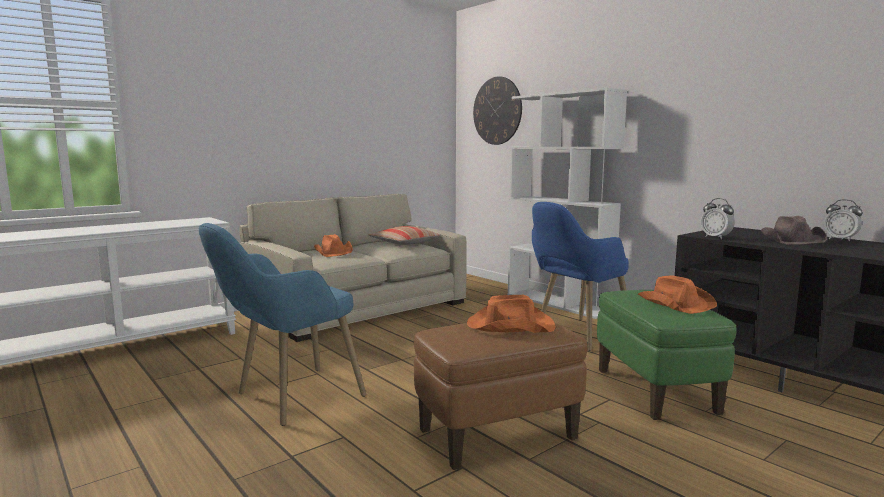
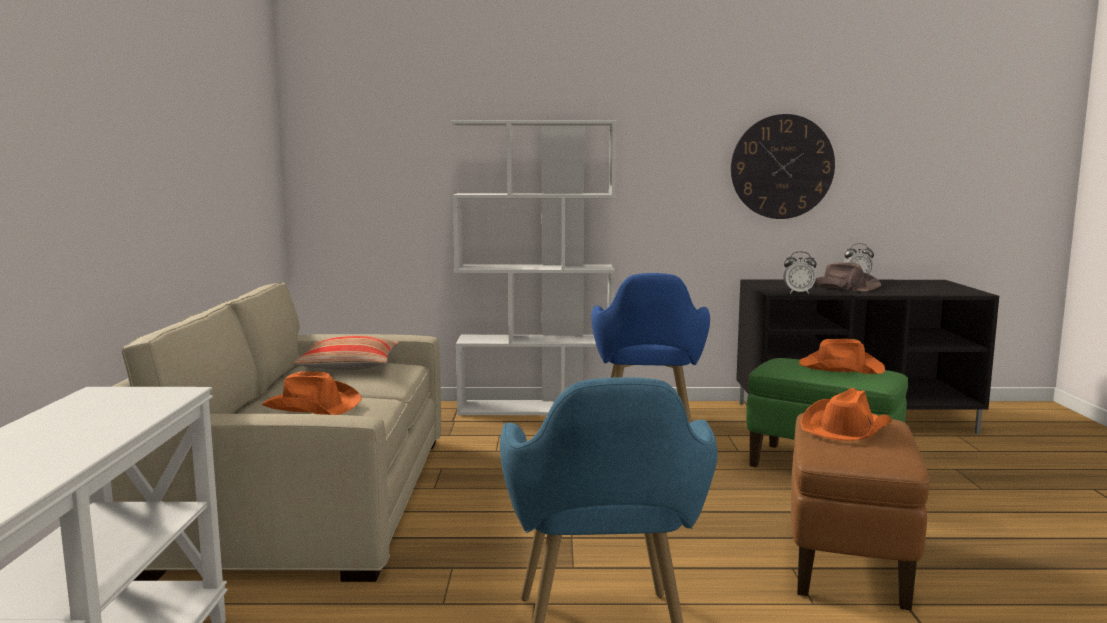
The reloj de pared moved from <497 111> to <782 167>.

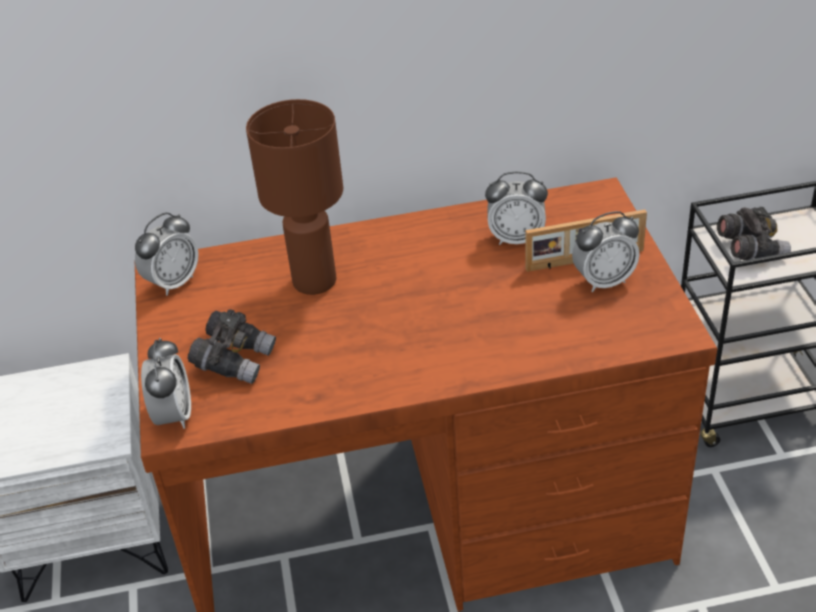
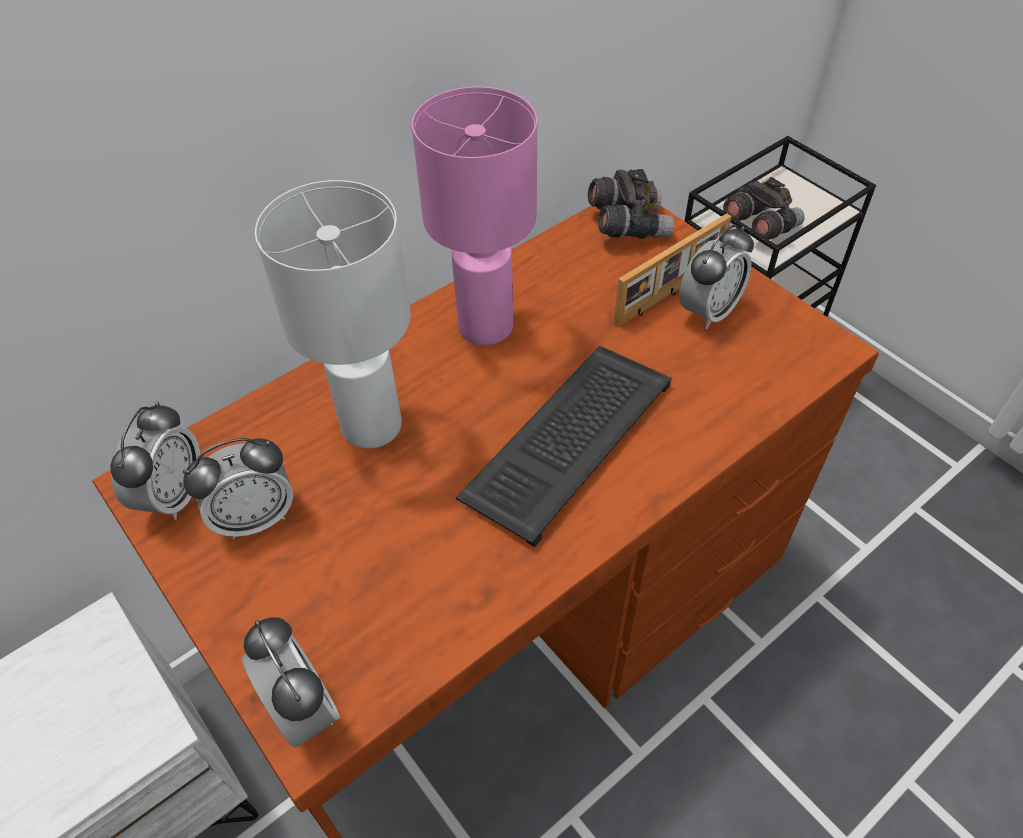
The lámpara de mesa/marrón at <315 282> became the lámpara de mesa/blanco at <373 426>. The despertador moved from <516 238> to <255 517>. The prismáticos/gris moved from <235 360> to <627 225>. The lámpara de mesa/rosa at <484 327> appeared. The teclado at <568 438> appeared.

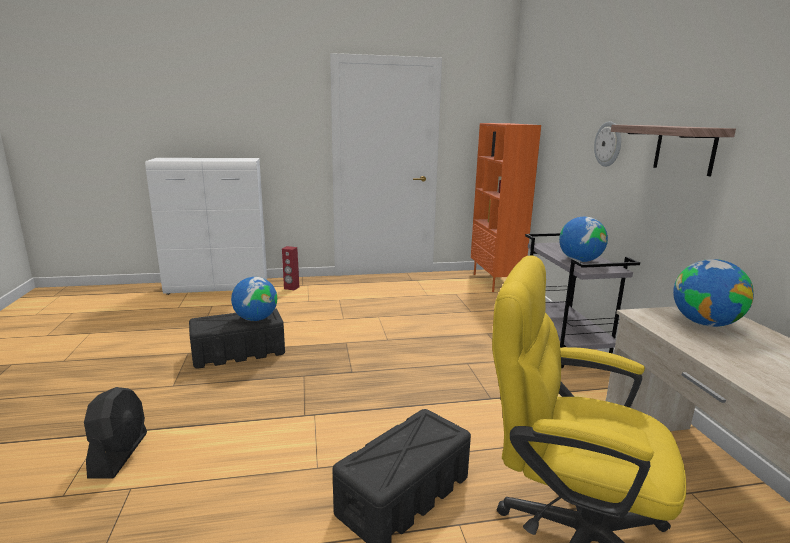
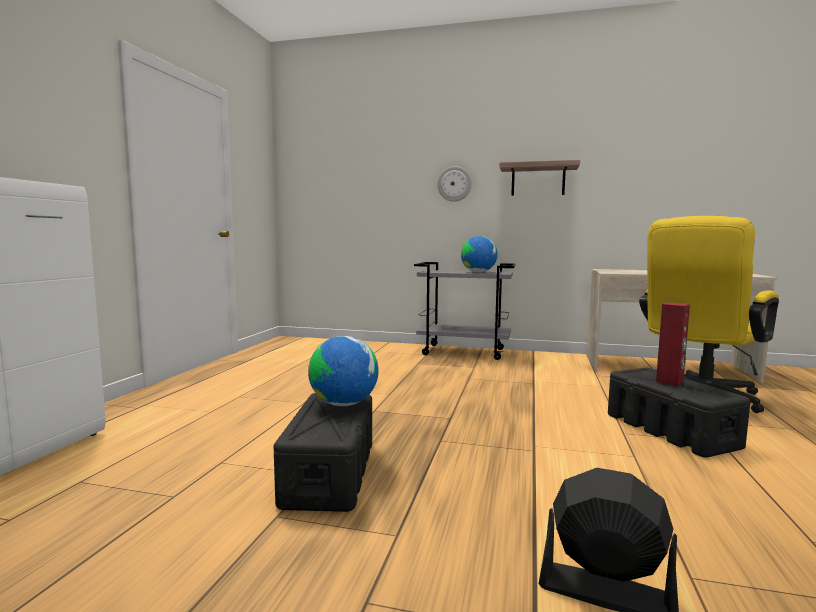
The estantería/naranja at <495 282> disappeared. The altavoz/rojo moved from <291 288> to <670 381>. The globo terráqueo at <704 323> disappeared.

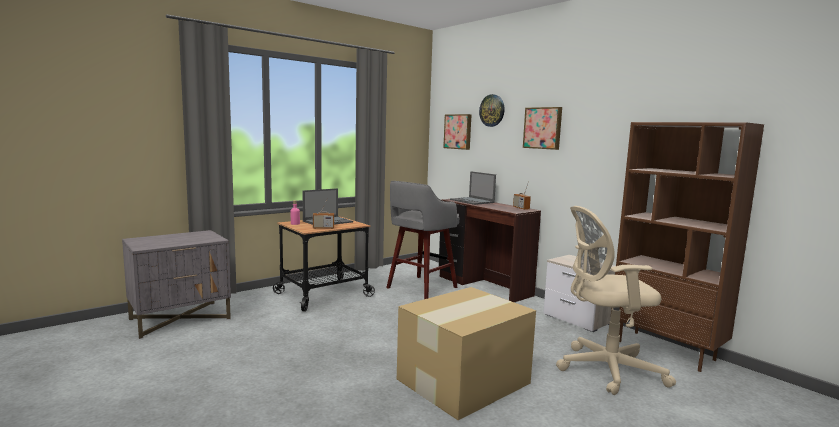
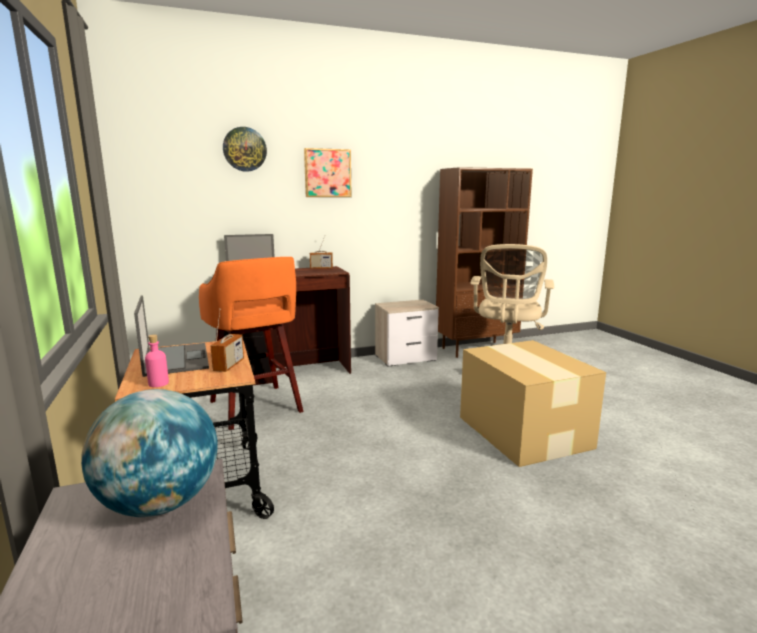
The cuadro at <458 131> disappeared. The taburete/gris at <420 288> became the taburete/naranja at <256 408>. The globo terráqueo at <159 504> appeared.

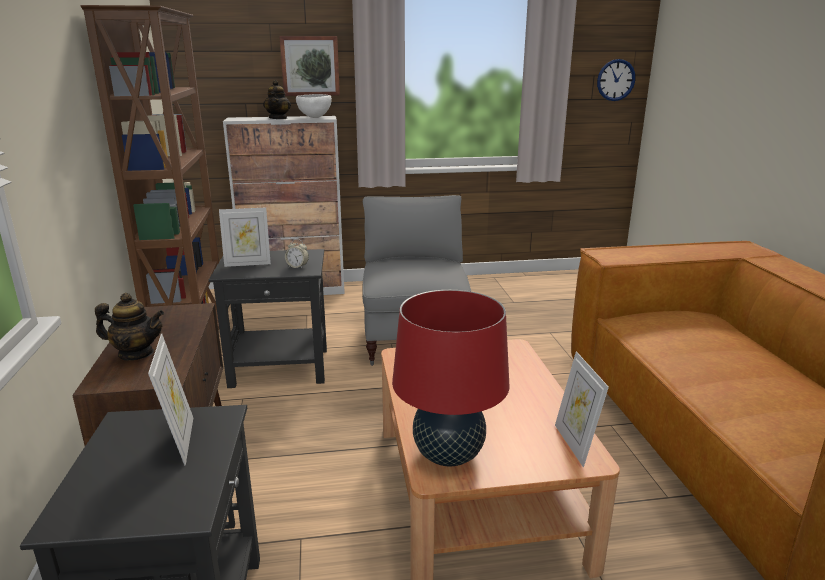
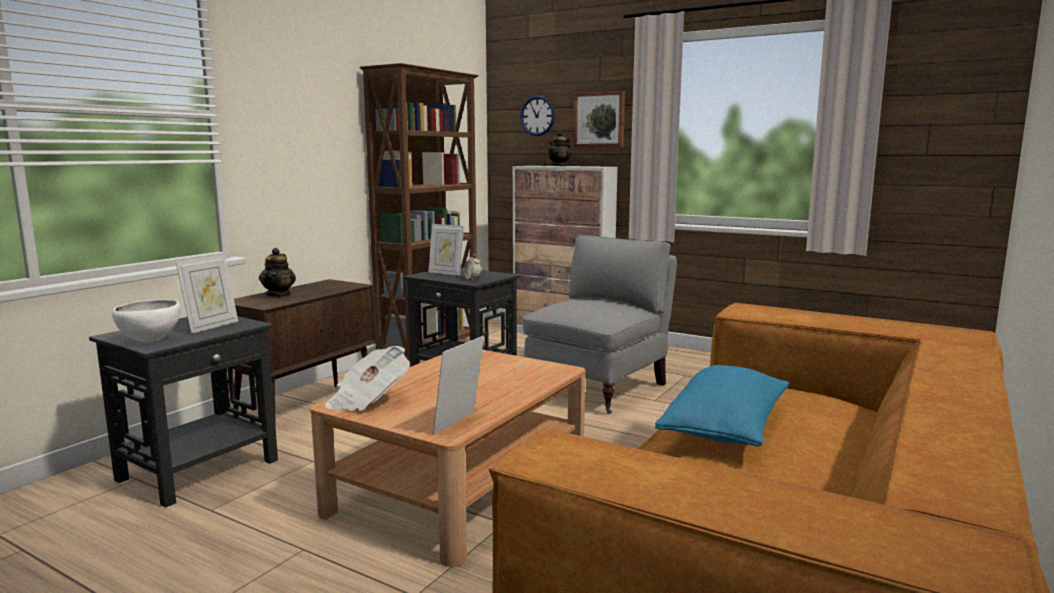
The reloj de pared moved from <616 80> to <537 116>. The cuenco/blanco moved from <314 118> to <150 341>. The lámpara de mesa/rojo at <448 455> was replaced by the periódico at <368 400>. The tetera at <136 354> turned 45 degrees clockwise. The cojín/azul at <725 428> appeared.

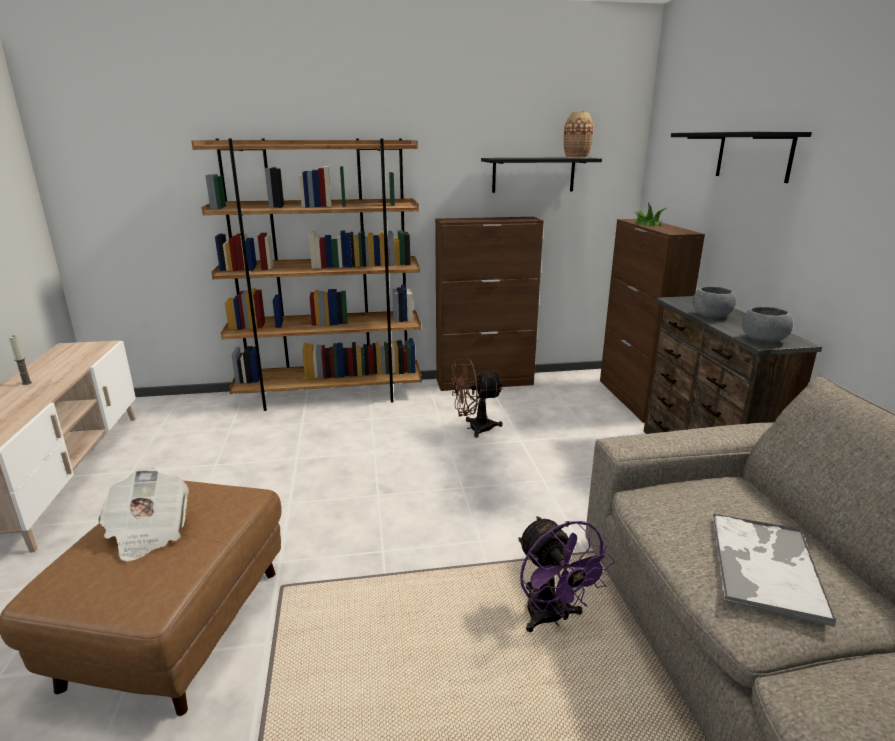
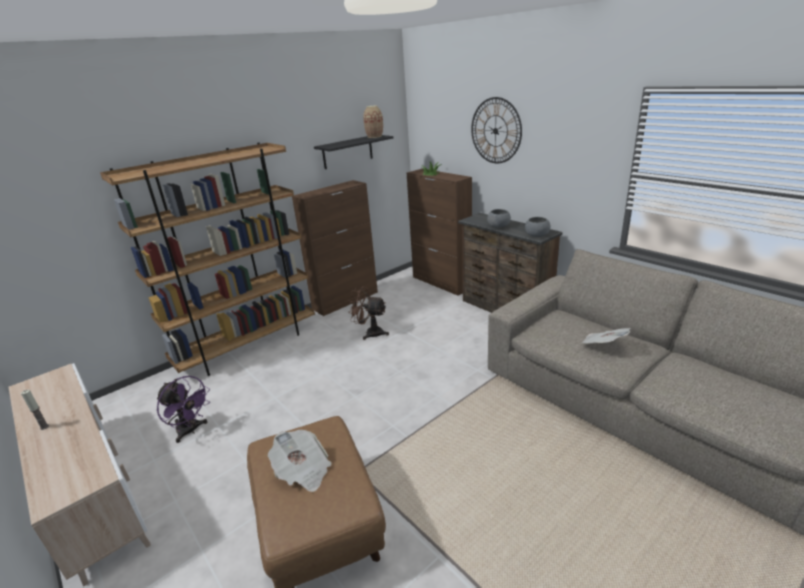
The estante/negro at <753 156> was replaced by the reloj de pared at <495 131>. The ventilador/marrón at <474 428> turned 60 degrees clockwise. The bandeja at <764 565> was replaced by the periódico at <603 346>. The ventilador/morado moved from <551 618> to <191 431>.

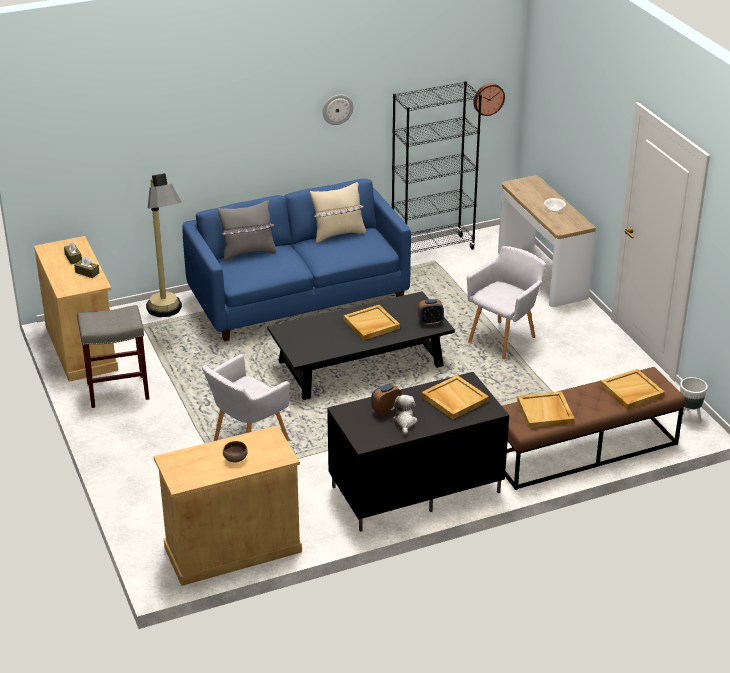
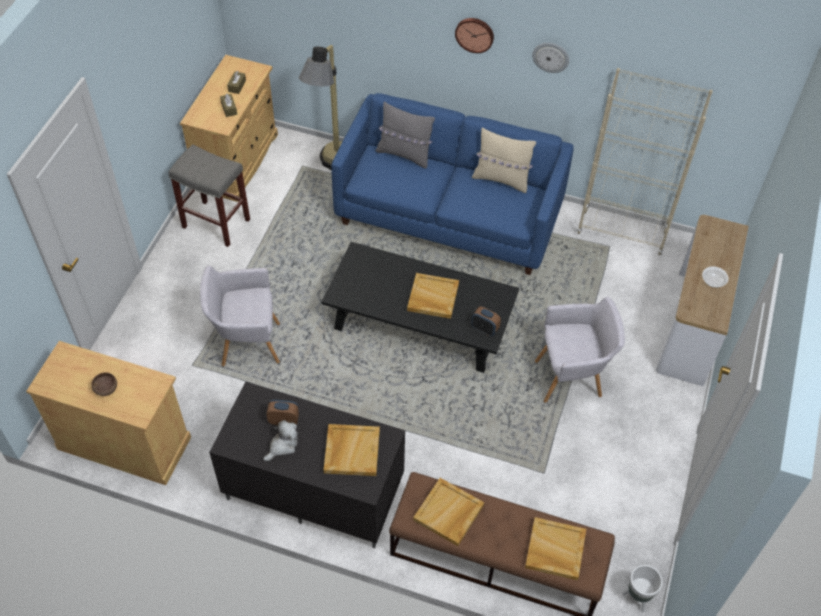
The estantería/negro at <432 250> became the estantería/beis at <622 232>. The reloj de pared moved from <488 98> to <475 34>.

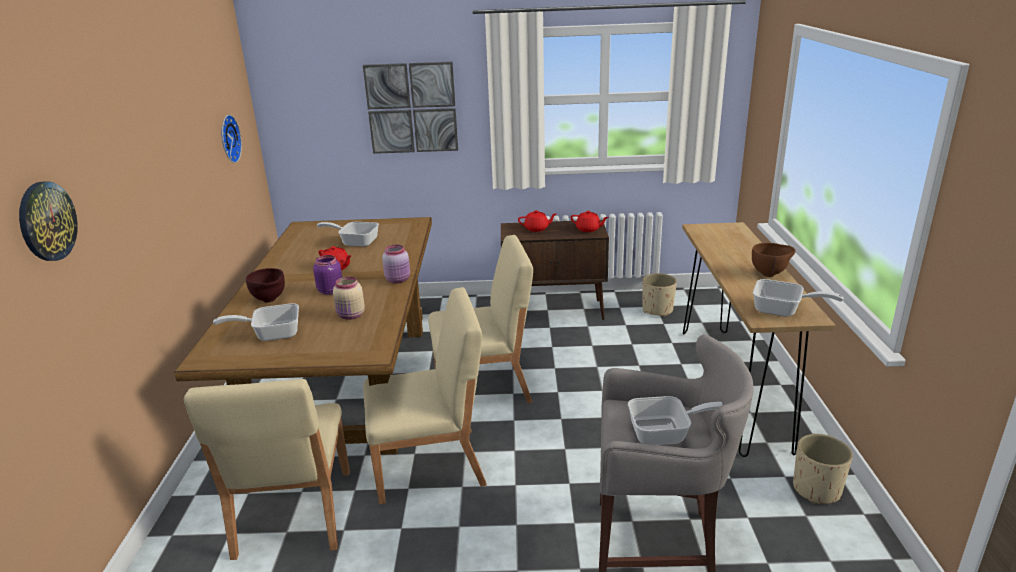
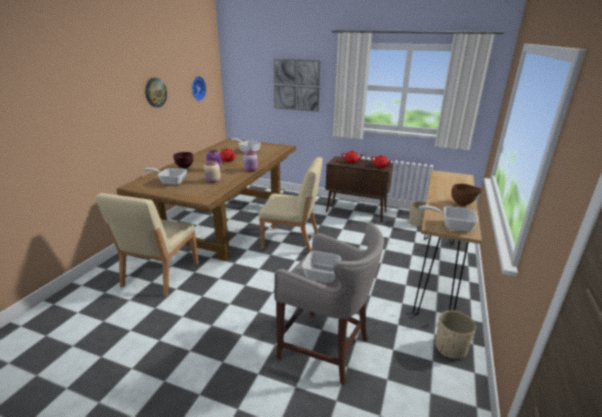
The reloj de pared moved from <46 221> to <155 92>. The sartén at <783 310> turned 150 degrees clockwise. The silla/beis at <430 464> disappeared.

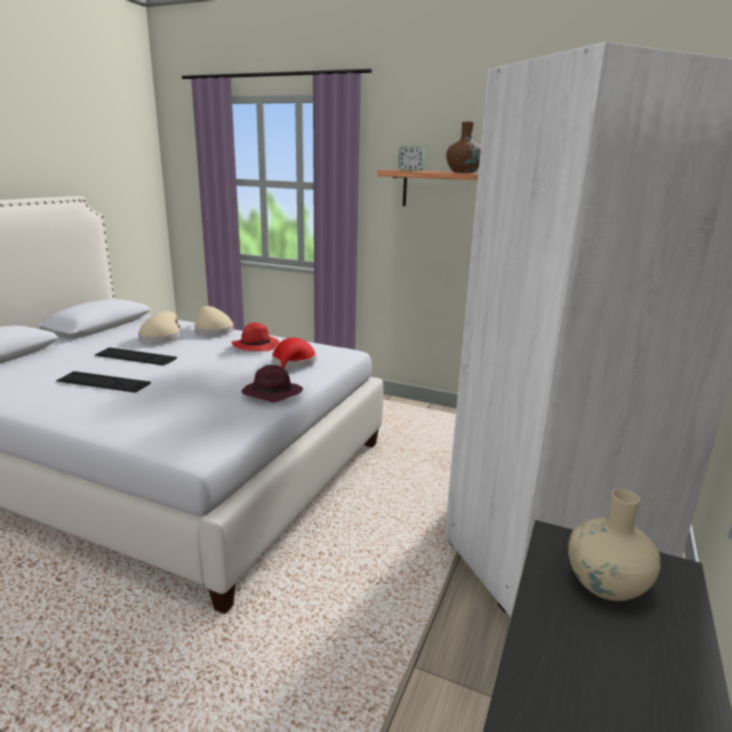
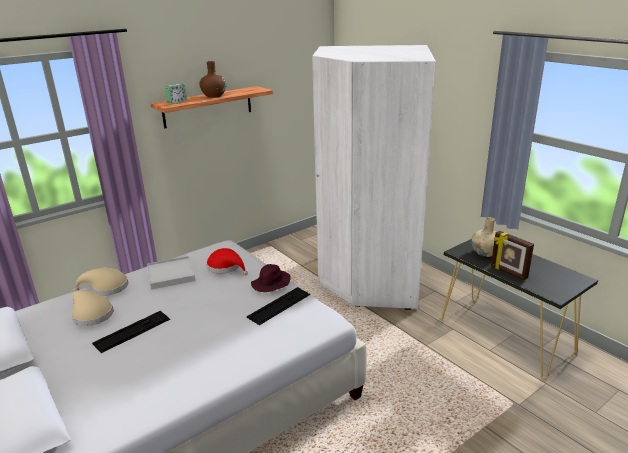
The sombrero/rojo at <256 345> was replaced by the bandeja/blanco at <171 274>. The teclado moved from <103 382> to <279 305>. The portarretratos at <508 272> appeared.

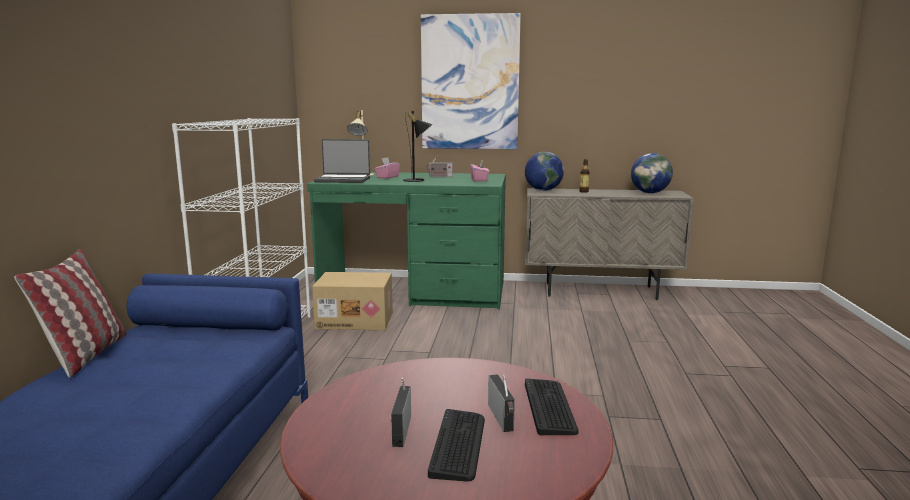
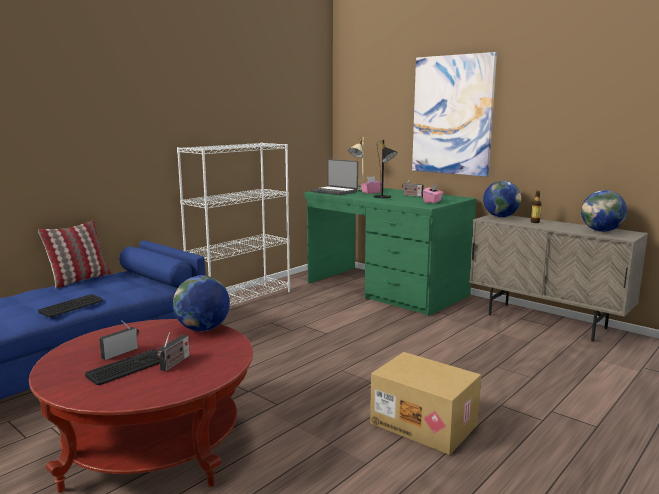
The caja de cartón moved from <356 320> to <425 424>. The teclado moved from <549 407> to <72 306>. The globo terráqueo at <203 329> appeared.

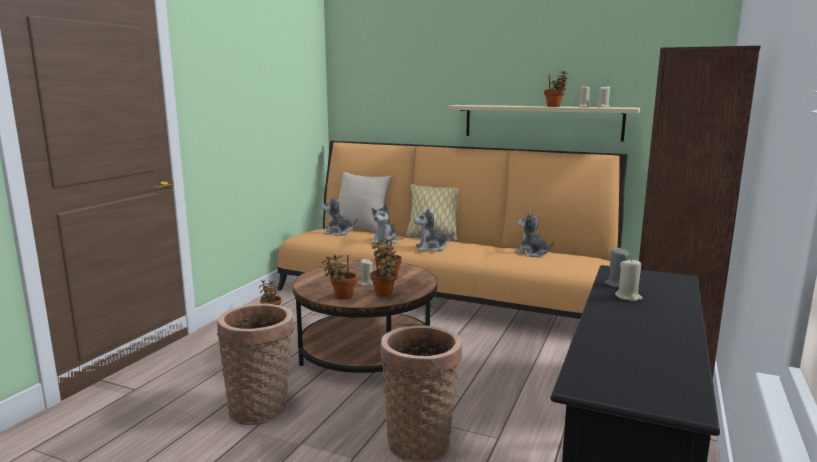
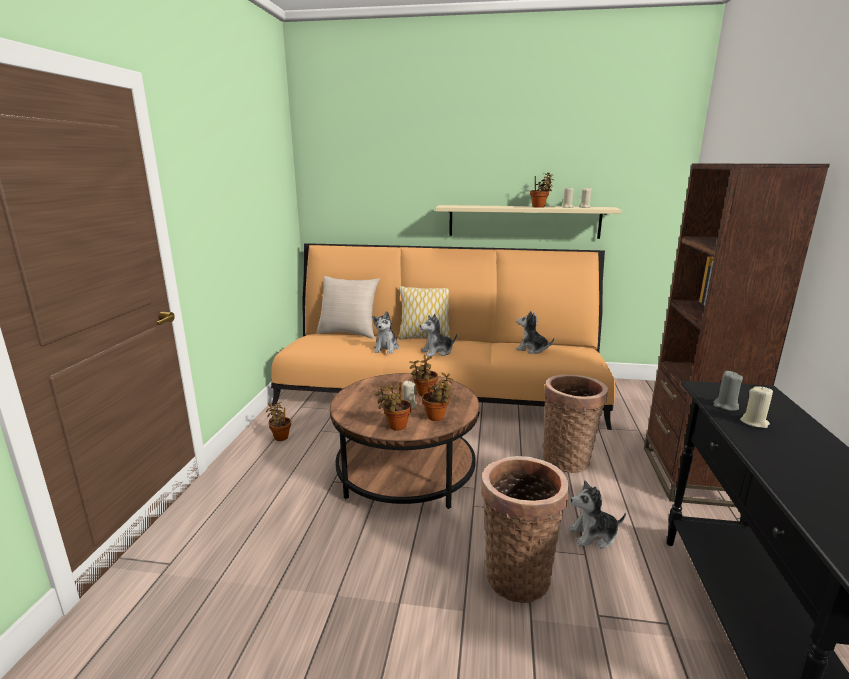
The peluche moved from <338 233> to <593 535>. The cesta moved from <261 408> to <568 458>.

